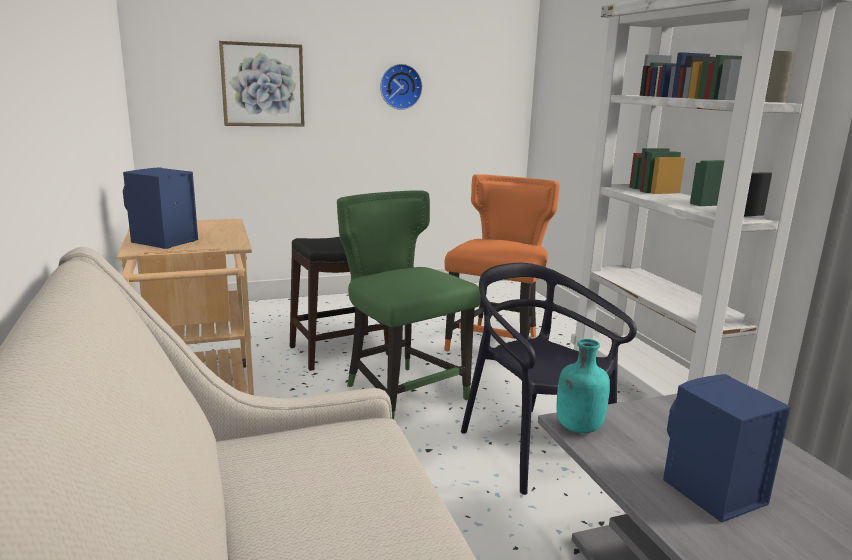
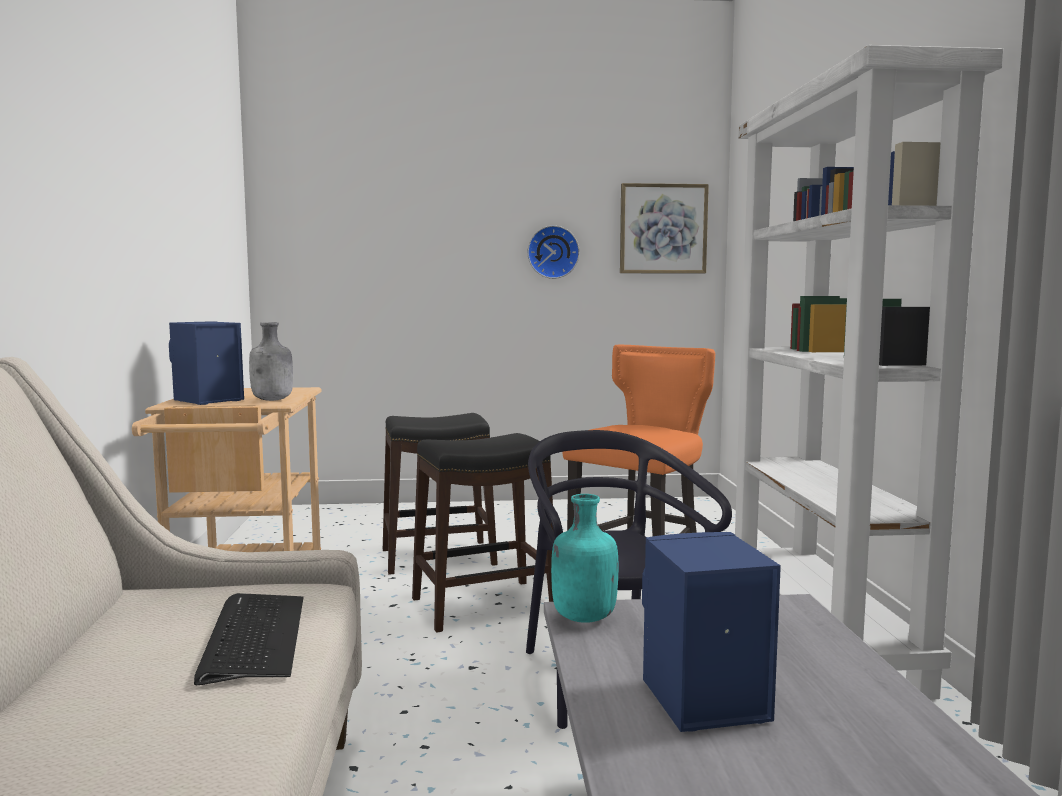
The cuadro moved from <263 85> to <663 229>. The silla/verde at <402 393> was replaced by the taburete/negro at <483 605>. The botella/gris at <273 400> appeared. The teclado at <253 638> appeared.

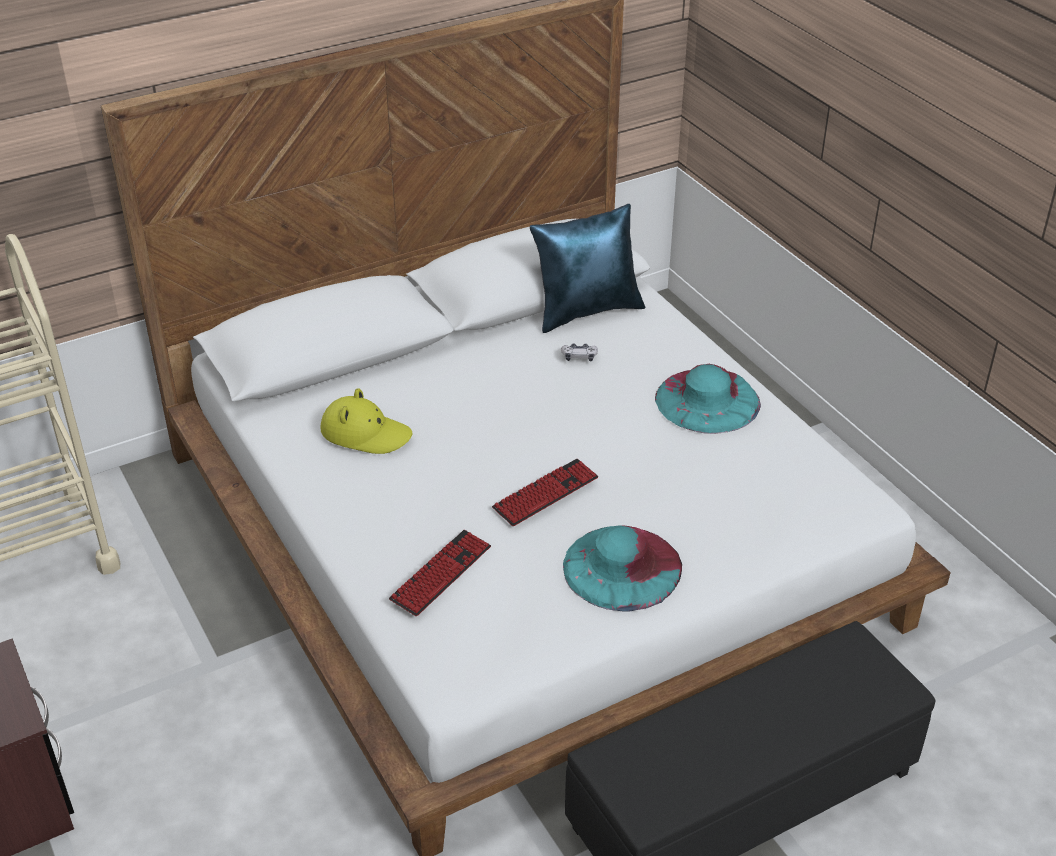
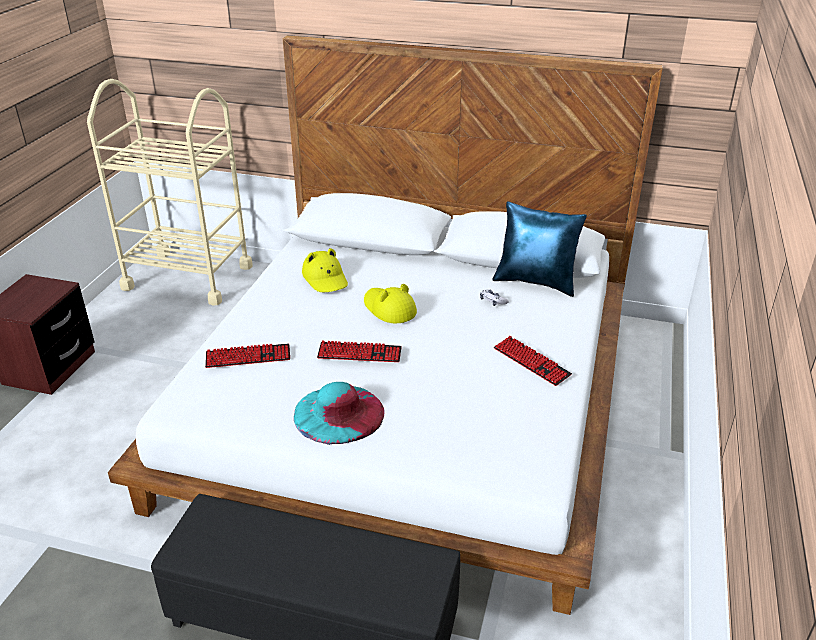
The sombrero/turquesa at <707 400> was replaced by the teclado at <531 362>. The sombrero/amarillo at <389 308> appeared.

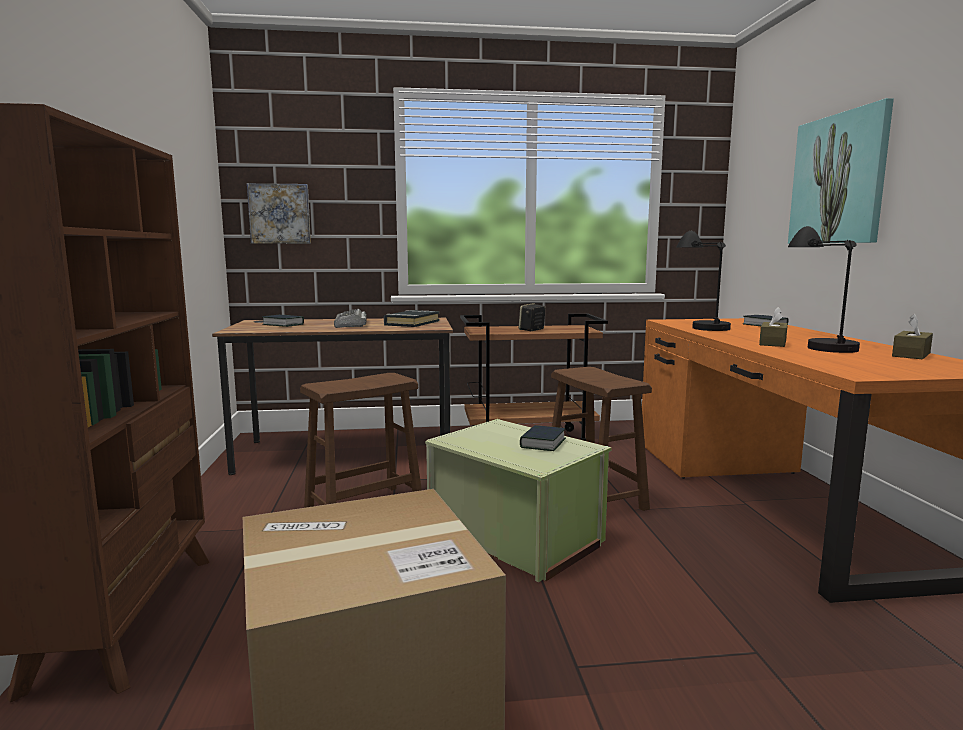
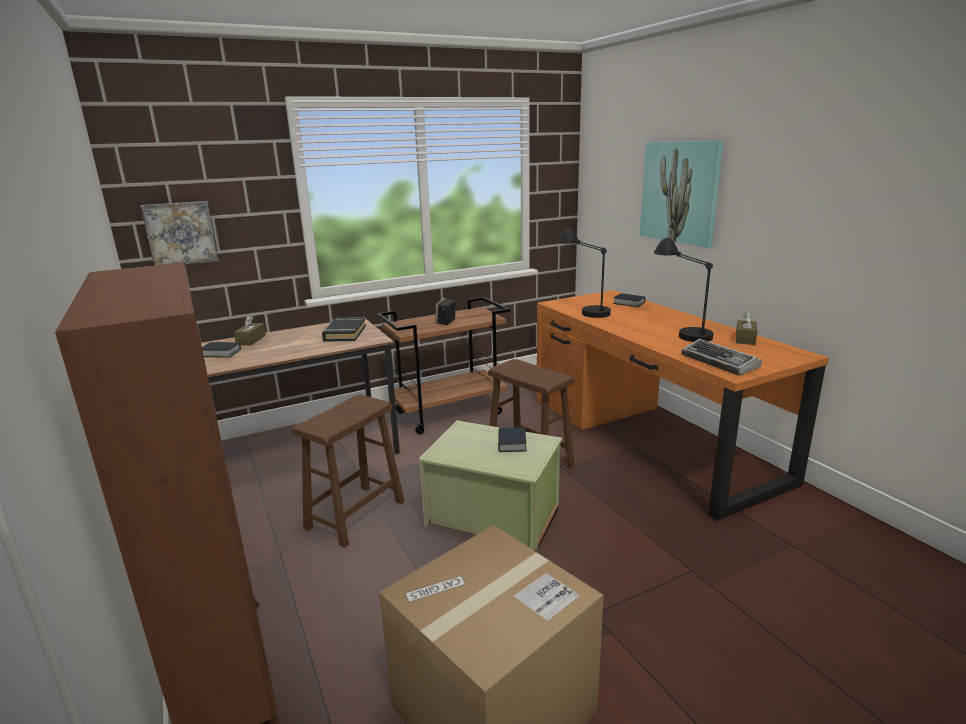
The caja de pañuelos/marrón moved from <772 343> to <251 340>. The teclado moved from <351 324> to <720 362>.

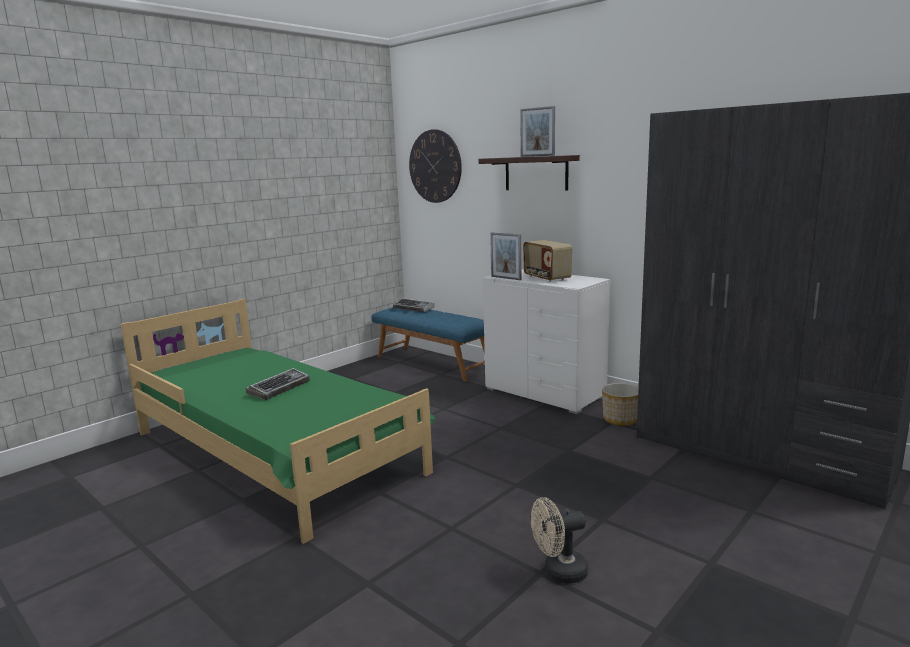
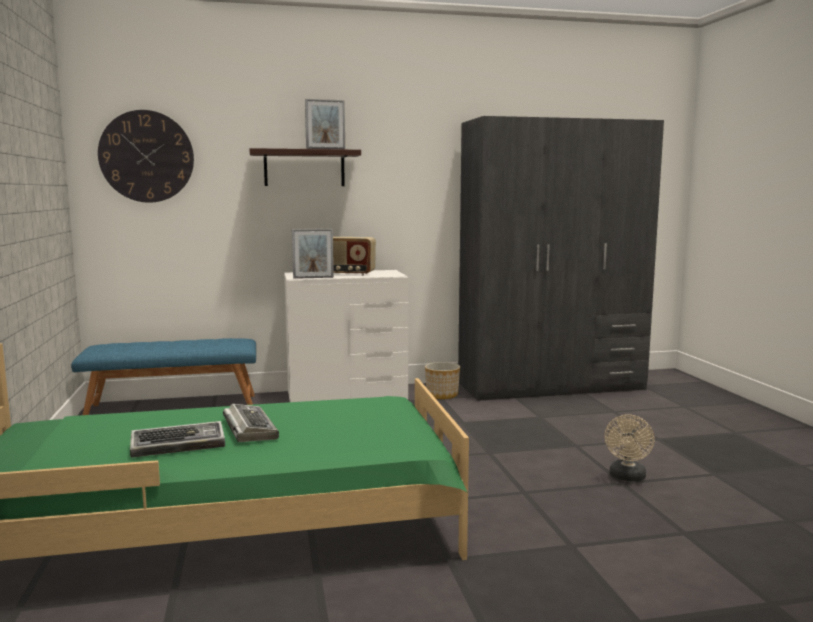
The teclado moved from <414 308> to <179 446>.

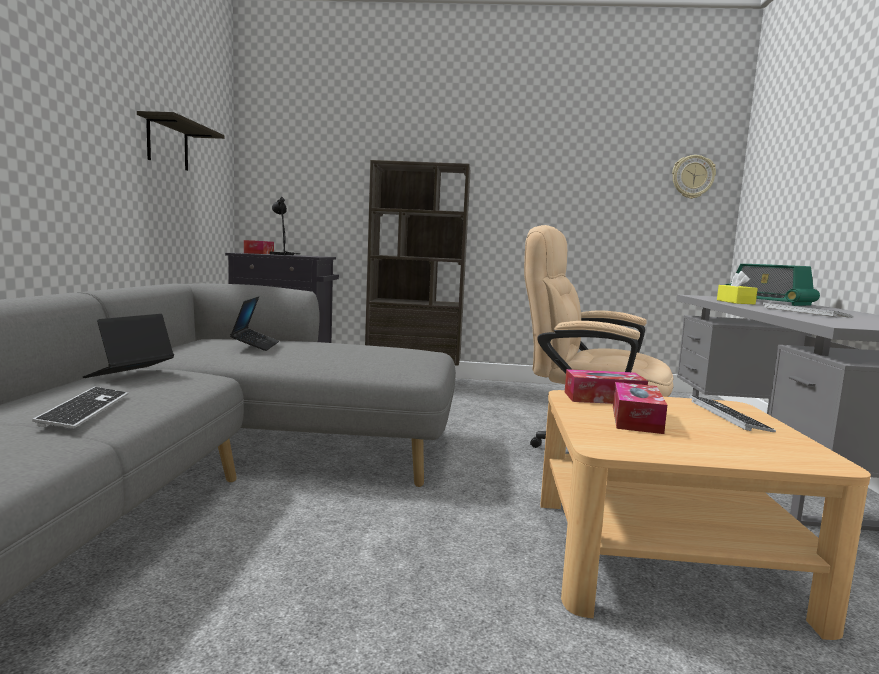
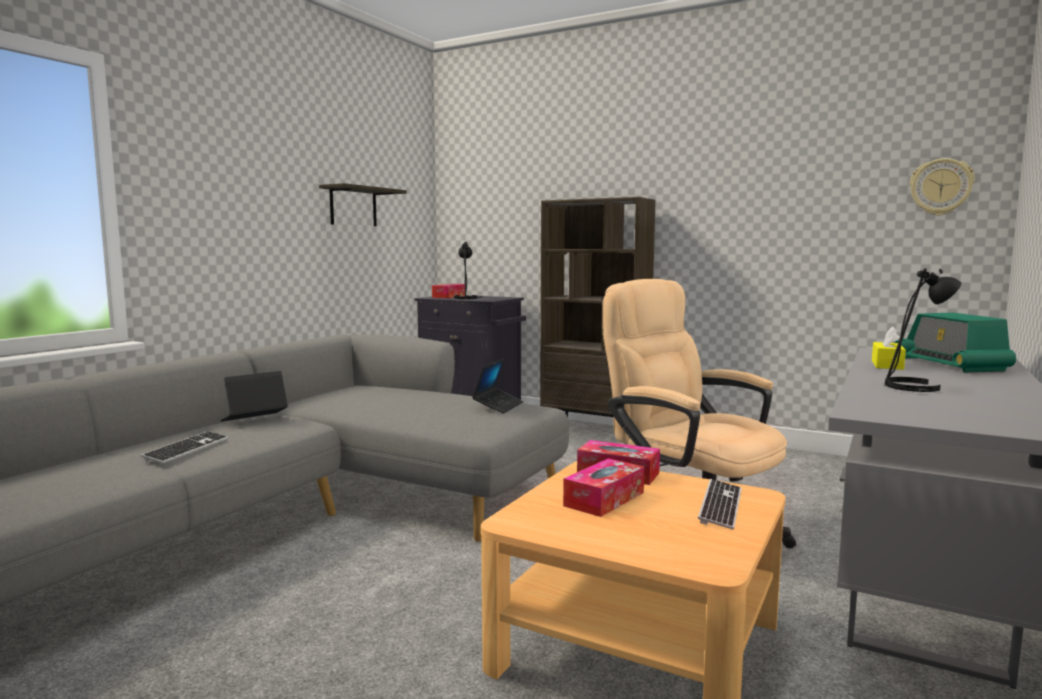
The portátil moved from <255 345> to <498 406>. The teclado at <804 312> was replaced by the lámpara de mesa/negro at <914 387>.

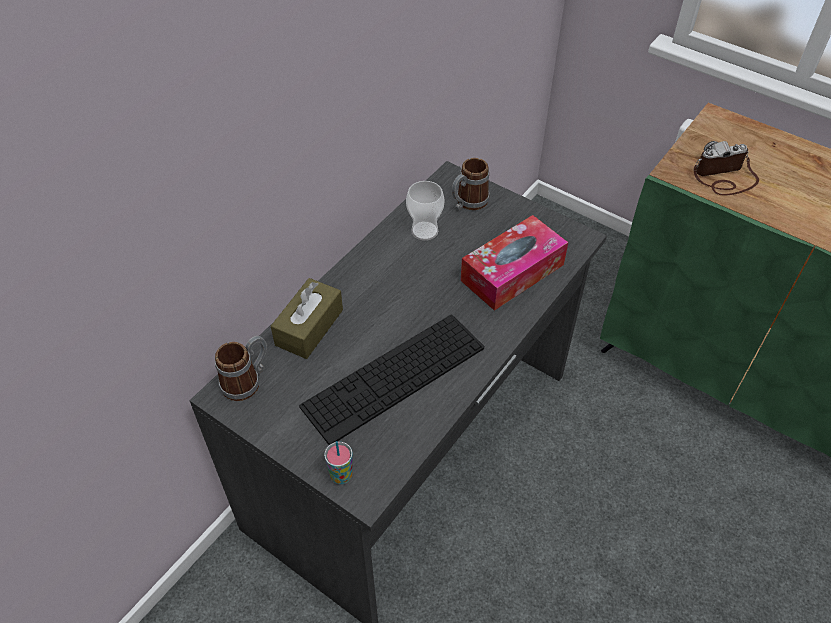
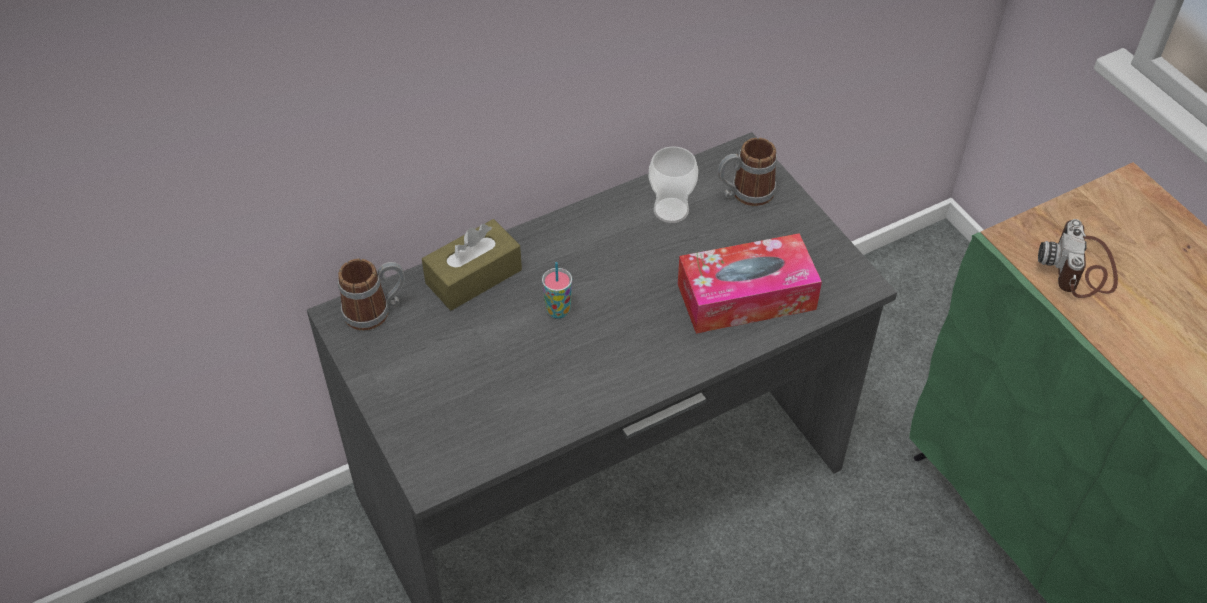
The cámara at <724 178> turned 90 degrees counterclockwise. The teclado at <394 377> disappeared. The taza moved from <341 476> to <558 310>.

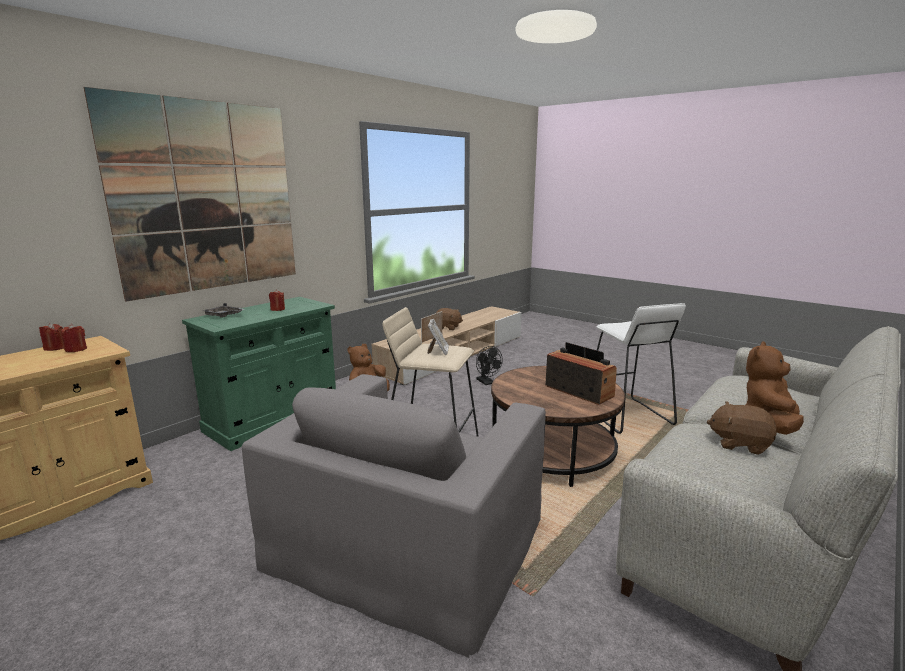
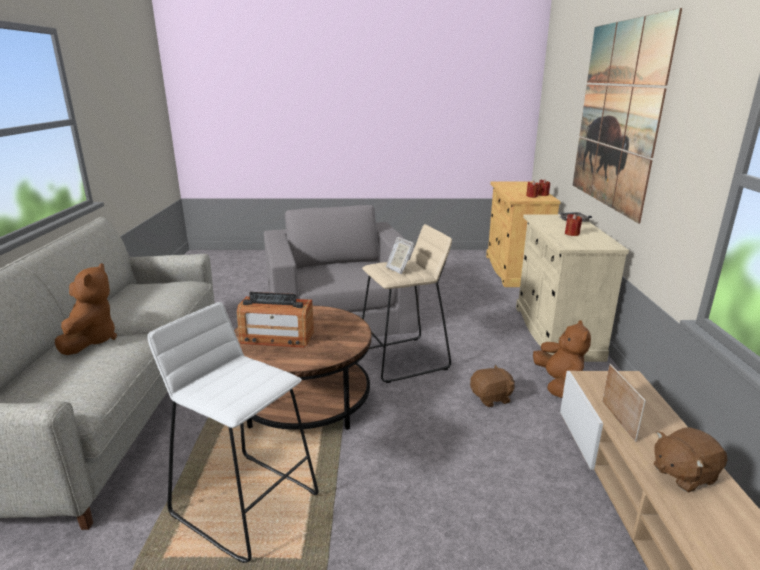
The armario/verde at <274 419> became the armario/beis at <556 332>. The ventilador/negro at <487 382> disappeared. The peluche/marrón moved from <739 443> to <491 398>.

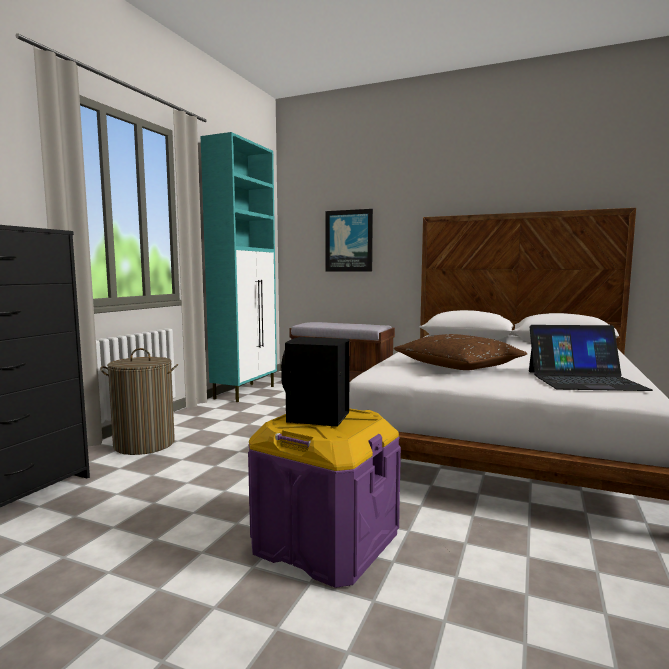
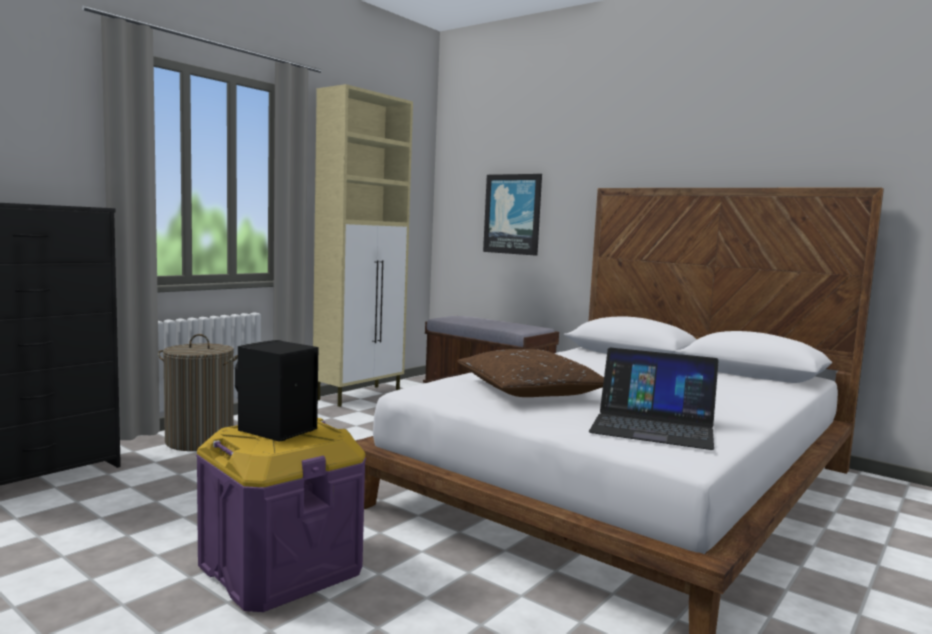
The armario/turquesa at <245 392> became the armario/beis at <360 396>.

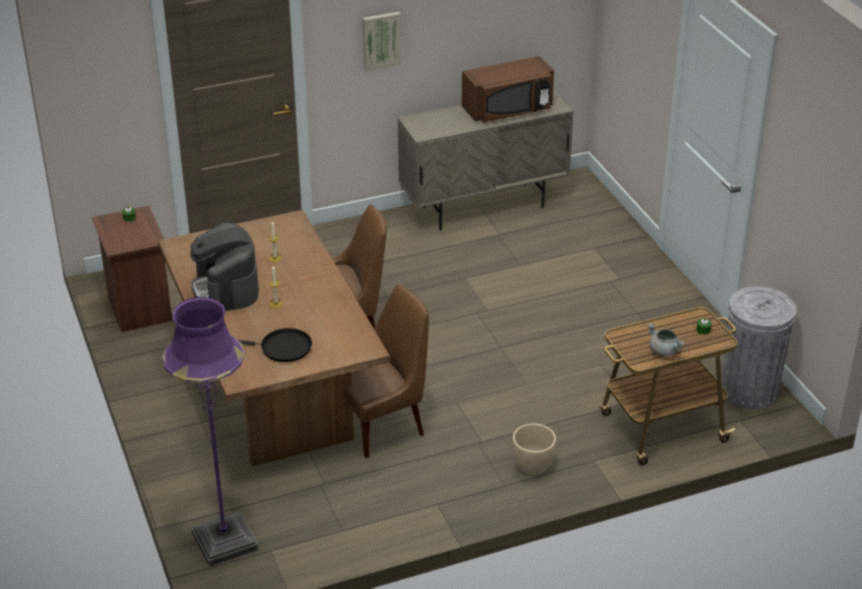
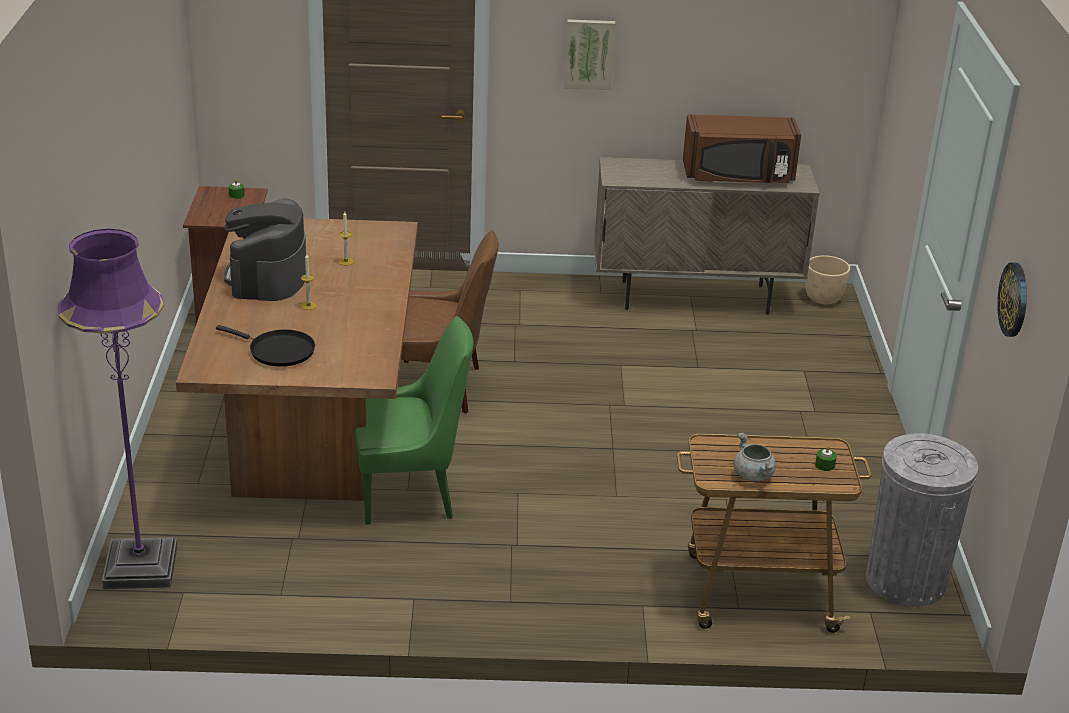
The silla/marrón at <380 424> became the silla/verde at <410 492>. The maceta/beis moved from <533 466> to <823 299>. The reloj de pared at <1014 299> appeared.

